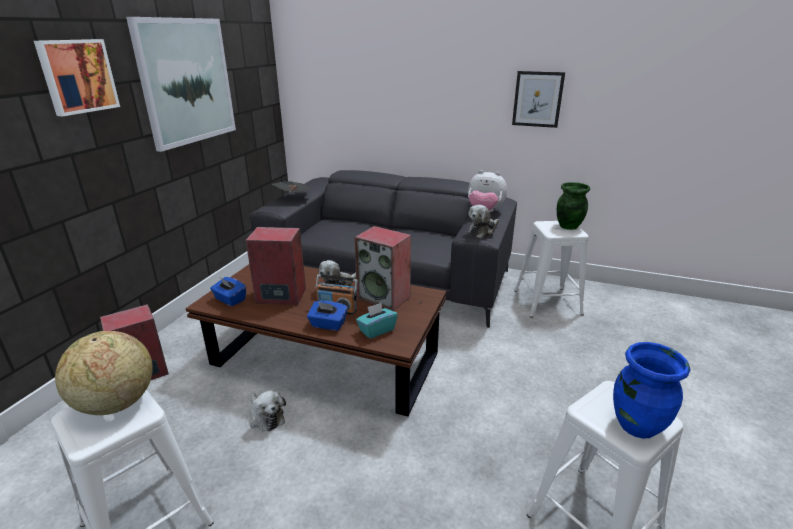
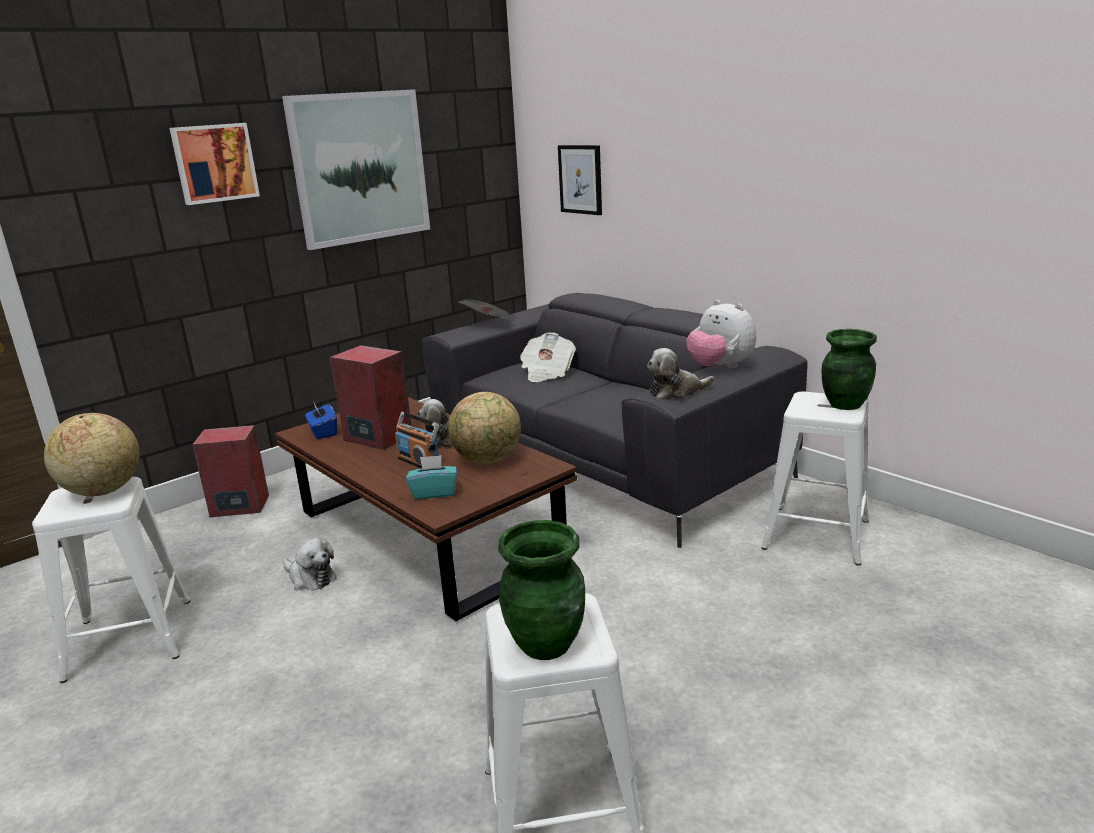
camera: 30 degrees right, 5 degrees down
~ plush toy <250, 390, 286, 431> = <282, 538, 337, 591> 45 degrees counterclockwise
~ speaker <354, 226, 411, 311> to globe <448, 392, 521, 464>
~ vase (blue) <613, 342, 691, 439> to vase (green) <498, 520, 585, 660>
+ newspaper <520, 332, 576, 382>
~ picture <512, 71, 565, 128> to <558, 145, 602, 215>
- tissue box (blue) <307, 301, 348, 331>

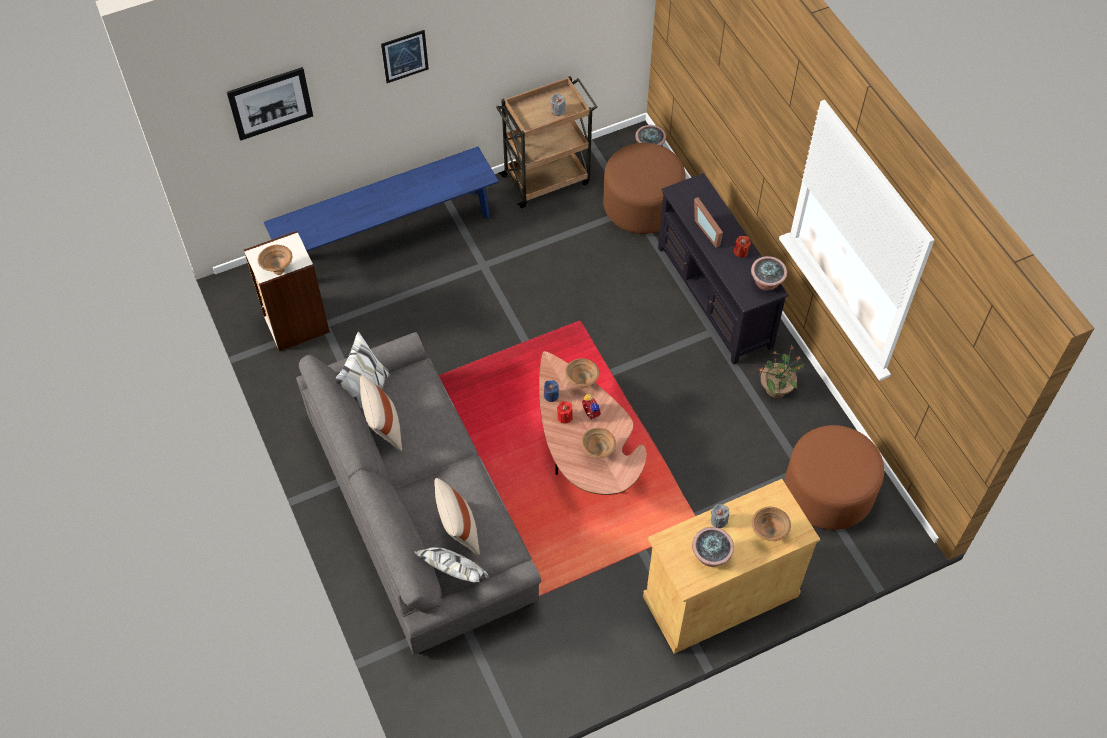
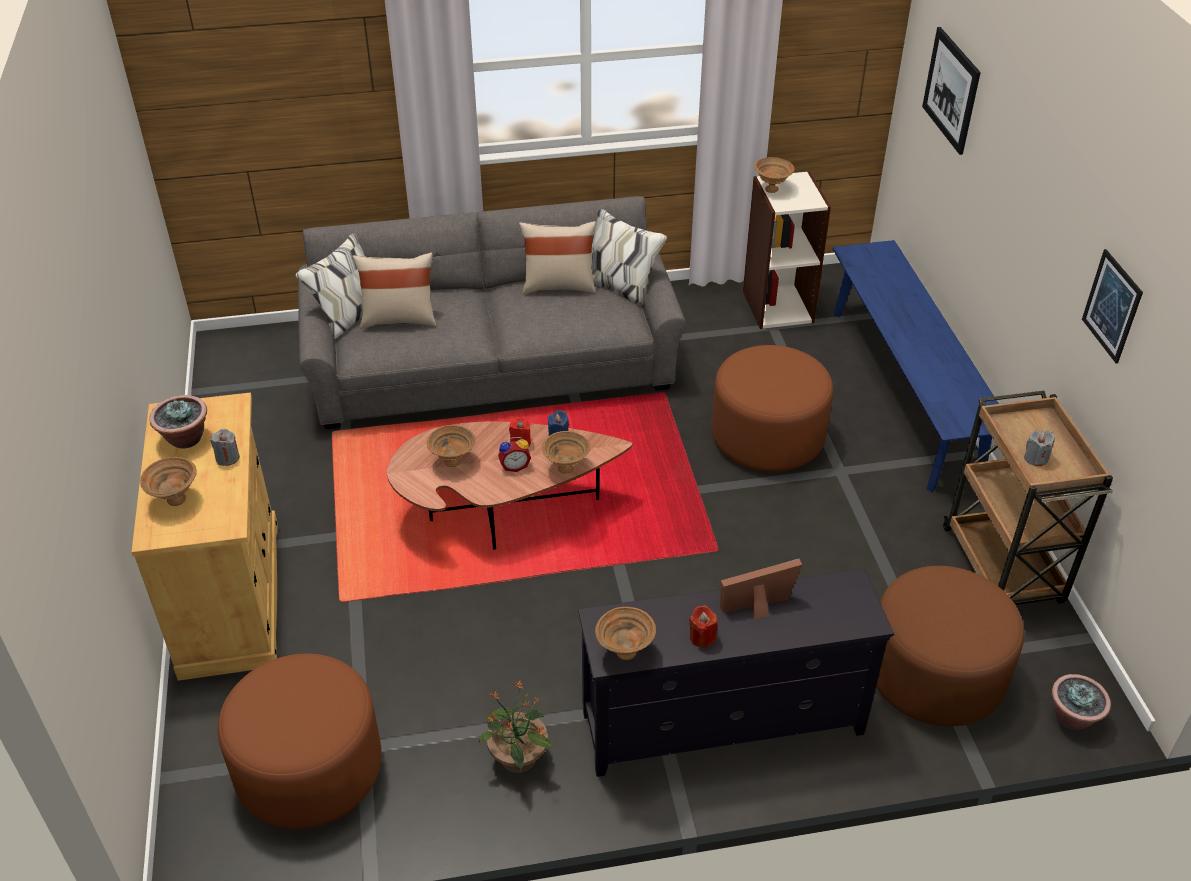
camera: 105 degrees right, 15 degrees down
~ potted plant <751, 256, 787, 291> to bowl (brown) <595, 607, 656, 660>
+ ottoman (brown) <711, 345, 833, 472>
~ picture <381, 30, 429, 83> to <1082, 249, 1143, 363>

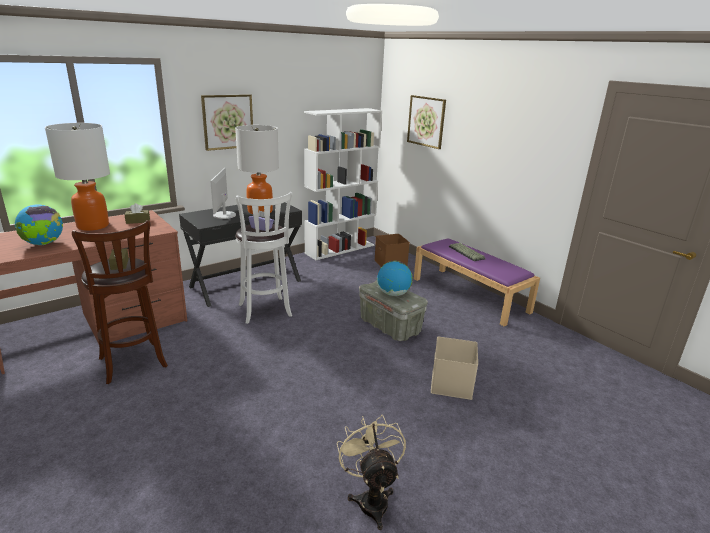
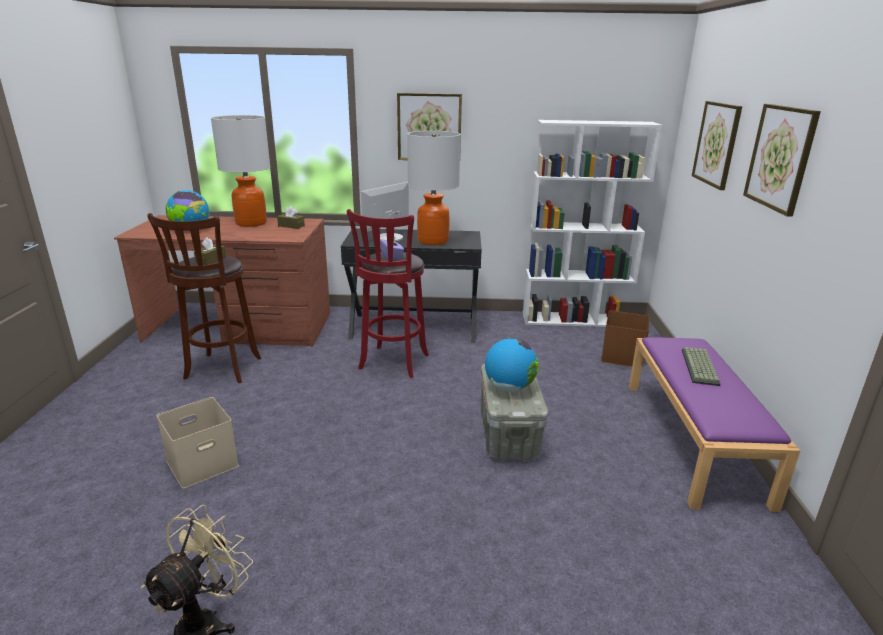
camera: 40 degrees right, 0 degrees up
~ storage box (beige) <431, 337, 478, 400> to <156, 397, 239, 489>
~ stool (white) <235, 192, 293, 324> to stool (red) <347, 209, 429, 378>
+ picture <743, 104, 821, 217>

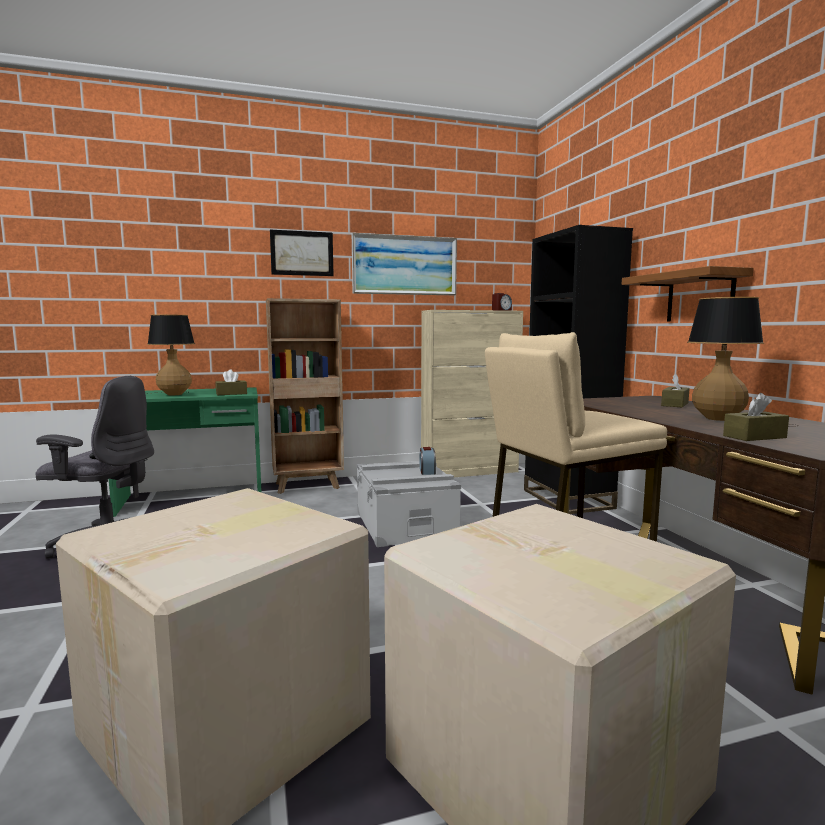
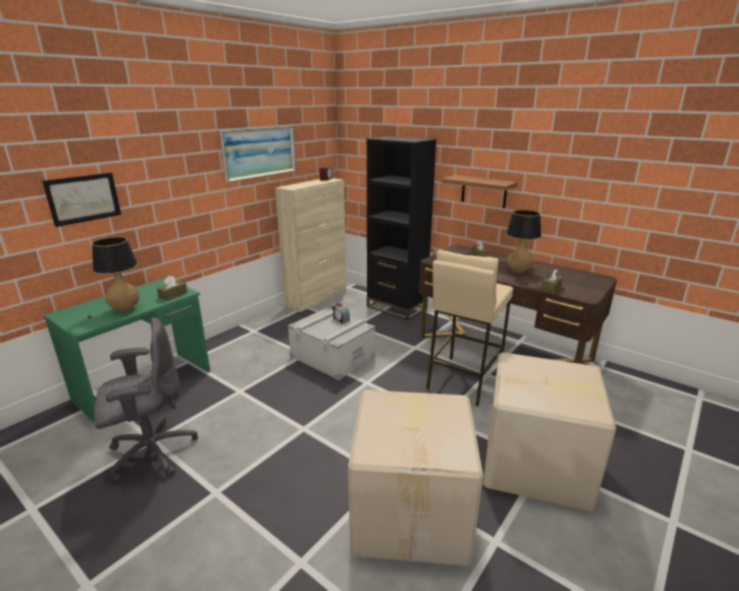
camera: 35 degrees left, 15 degrees up
~ picture <270, 230, 334, 276> to <42, 173, 121, 227>
- bookcase (brown) <266, 298, 344, 494>

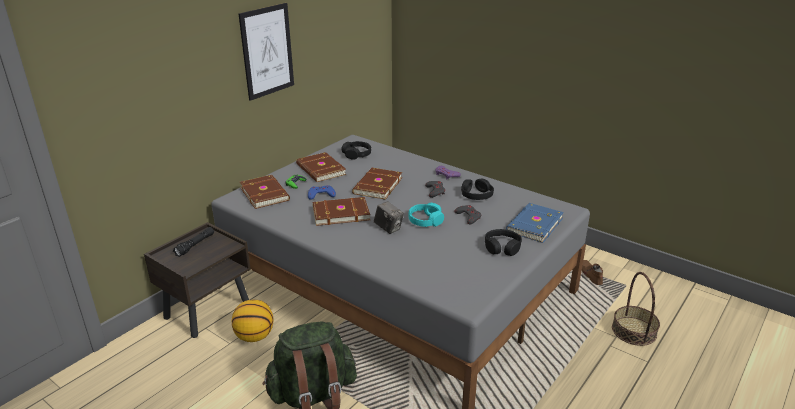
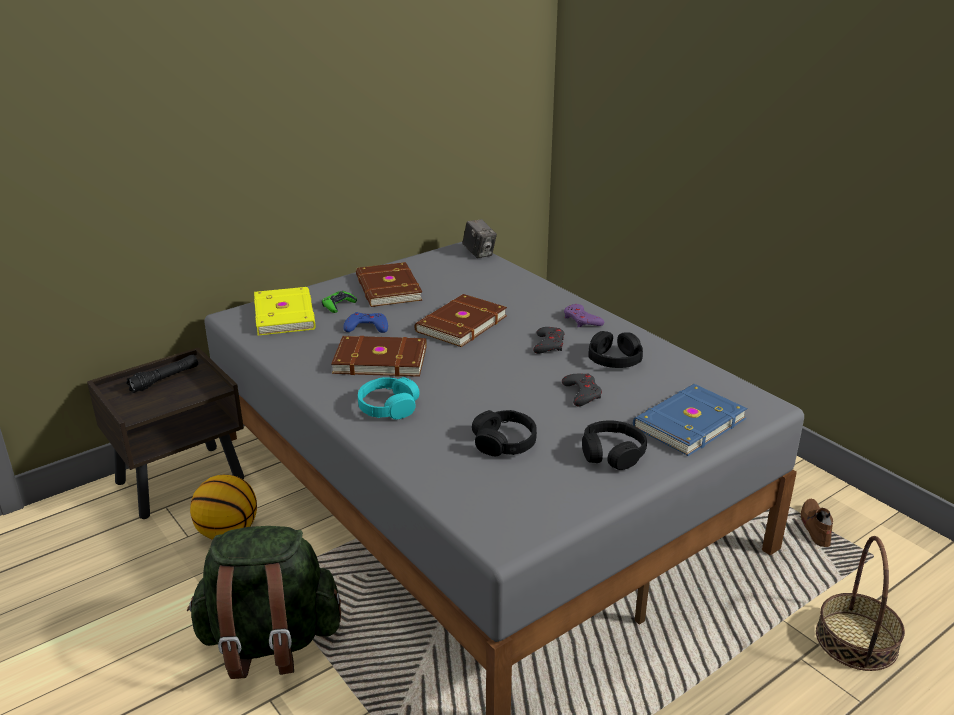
camera: 15 degrees right, 0 degrees up
~ book (brown) <240, 175, 290, 209> to book (yellow) <254, 287, 316, 335>
~ headphones (turquoise) <409, 203, 444, 227> to <358, 377, 420, 420>
~ photo camera <374, 201, 404, 234> to <462, 219, 497, 258>
~ headphones (black) <342, 141, 371, 159> to <472, 410, 537, 456>
- picture <239, 3, 294, 101>

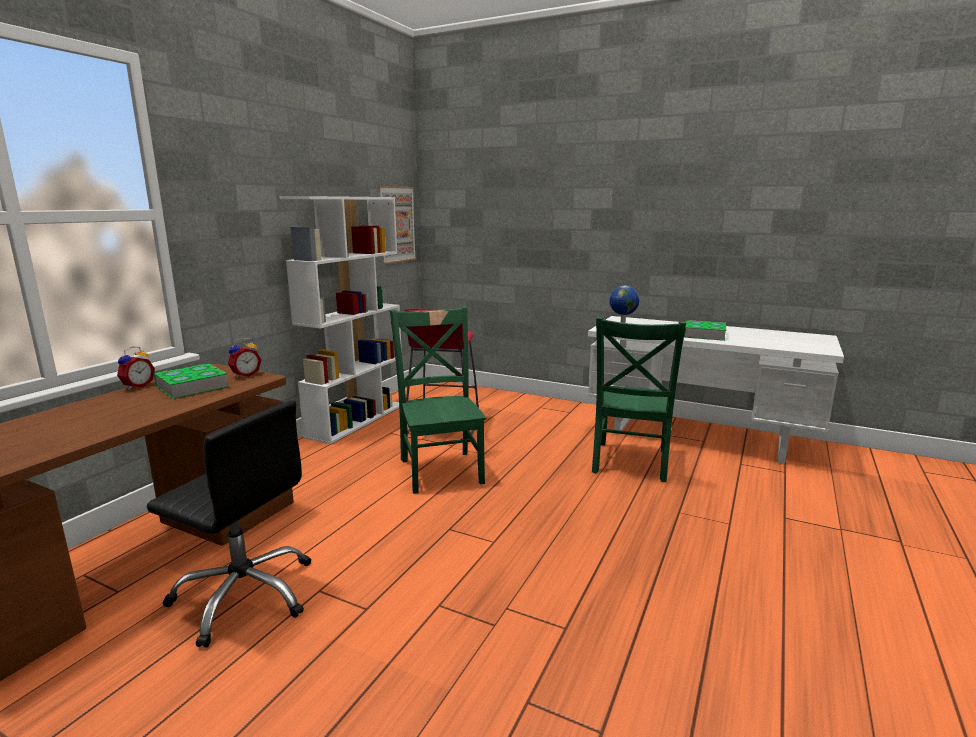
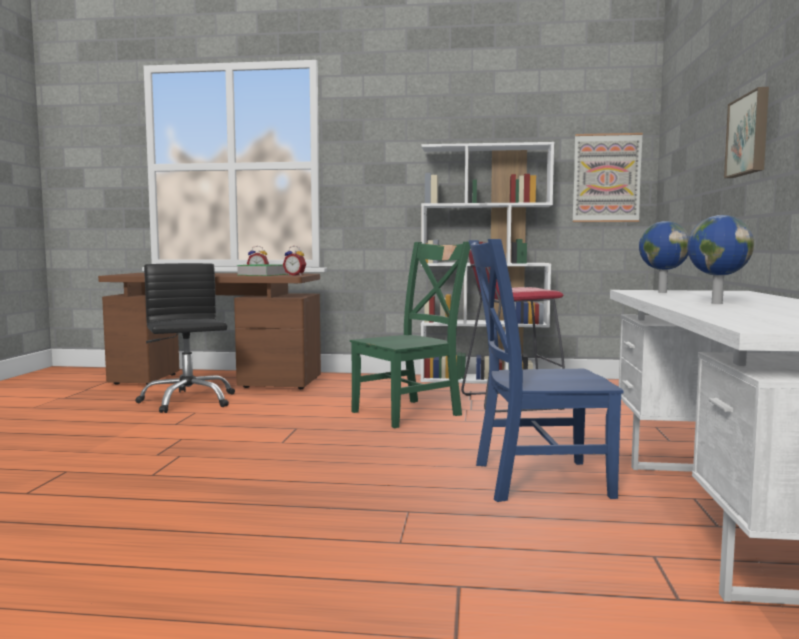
camera: 70 degrees right, 10 degrees down
~ office chair (black) <147, 400, 311, 648> = <135, 263, 235, 413> 150 degrees clockwise
~ chair (green) <592, 317, 686, 482> to chair (blue) <469, 239, 624, 502>
~ book <684, 320, 726, 341> to globe <687, 215, 754, 304>
+ picture <724, 87, 769, 178>

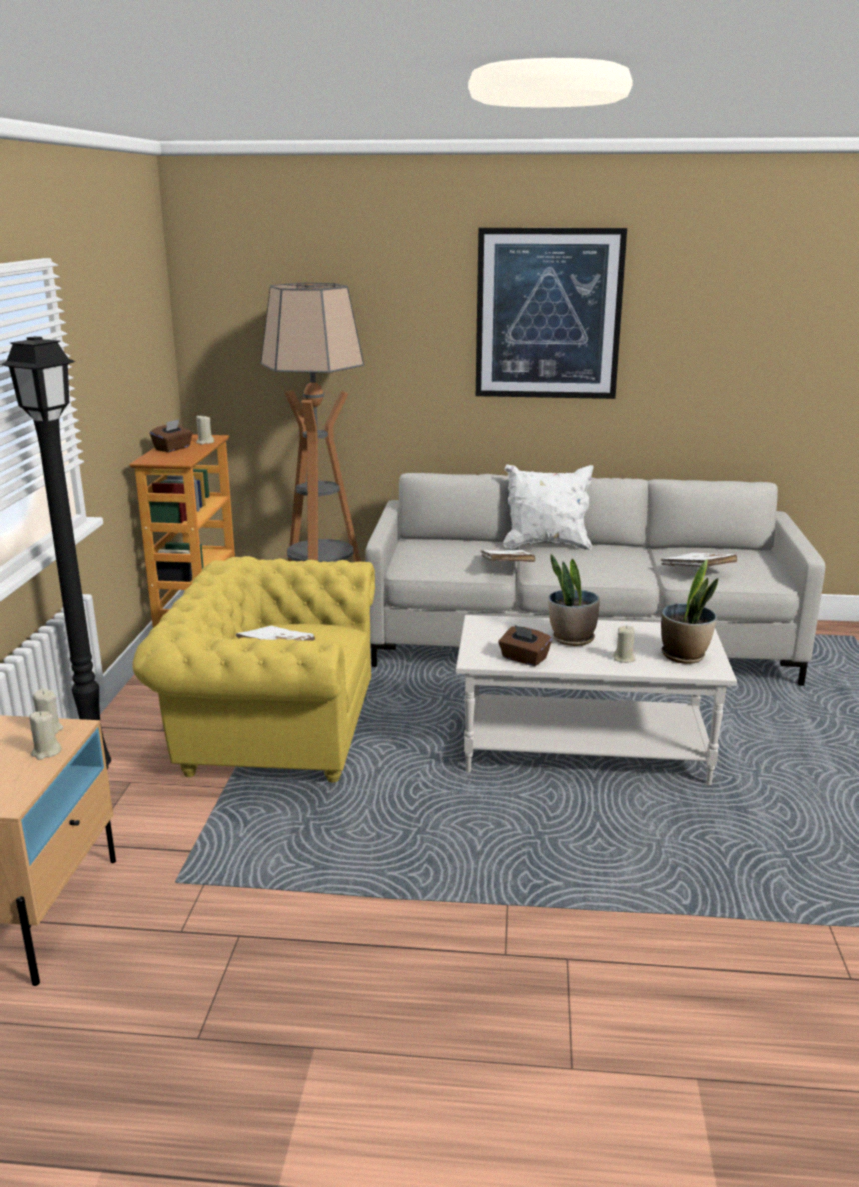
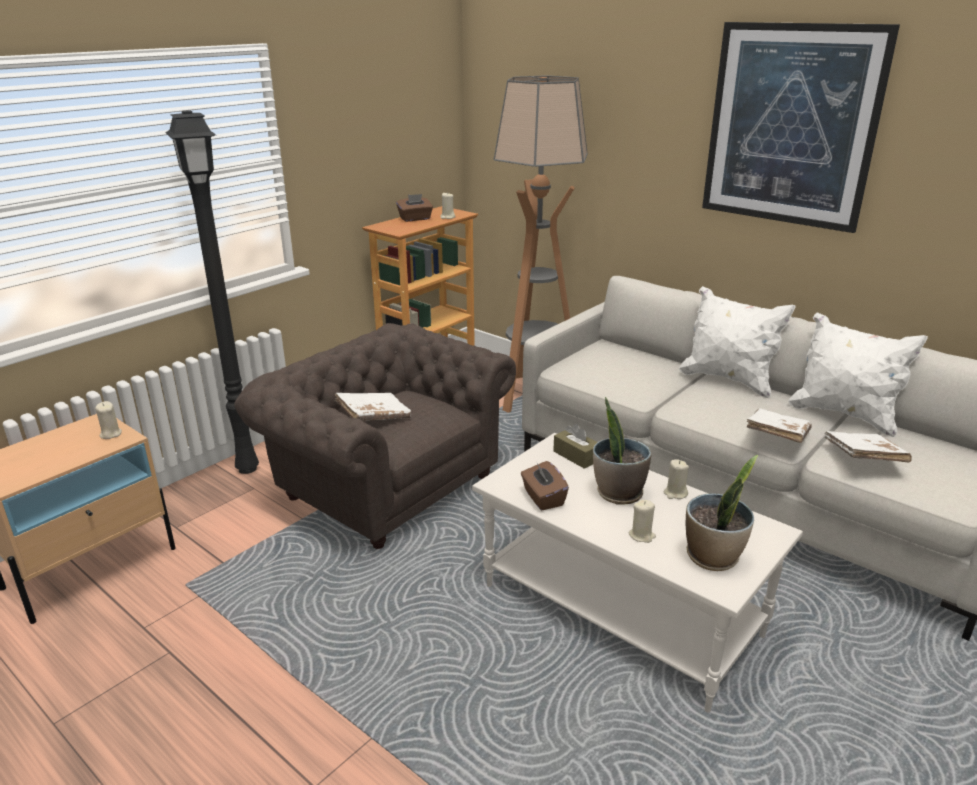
camera: 35 degrees right, 5 degrees up
~ armchair (yellow) <132, 556, 375, 783> to armchair (brown) <234, 323, 516, 549>
+ tissue box (brown) <553, 424, 598, 469>
~ candle (beige) <29, 711, 62, 760> to <664, 459, 689, 499>
~ book (white) <480, 550, 535, 562> to <747, 408, 812, 443>
+ pillow (white) <789, 312, 928, 437>

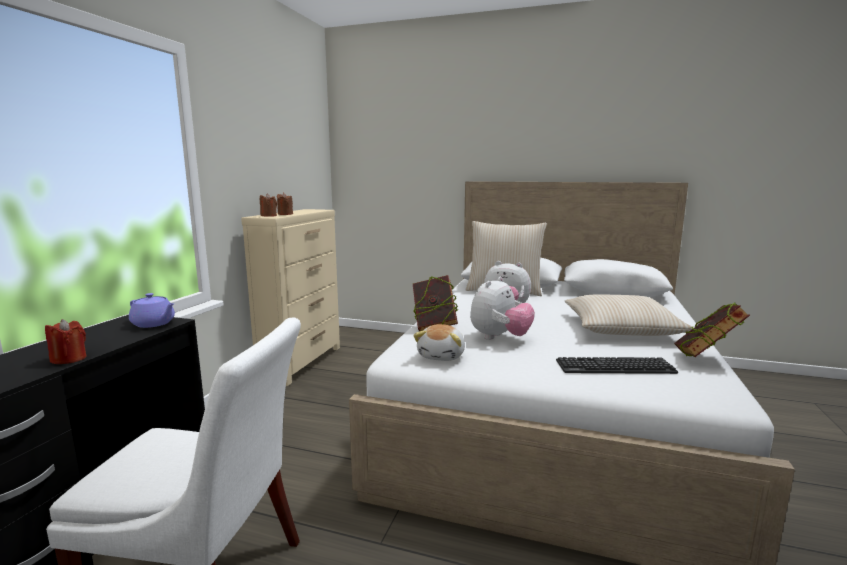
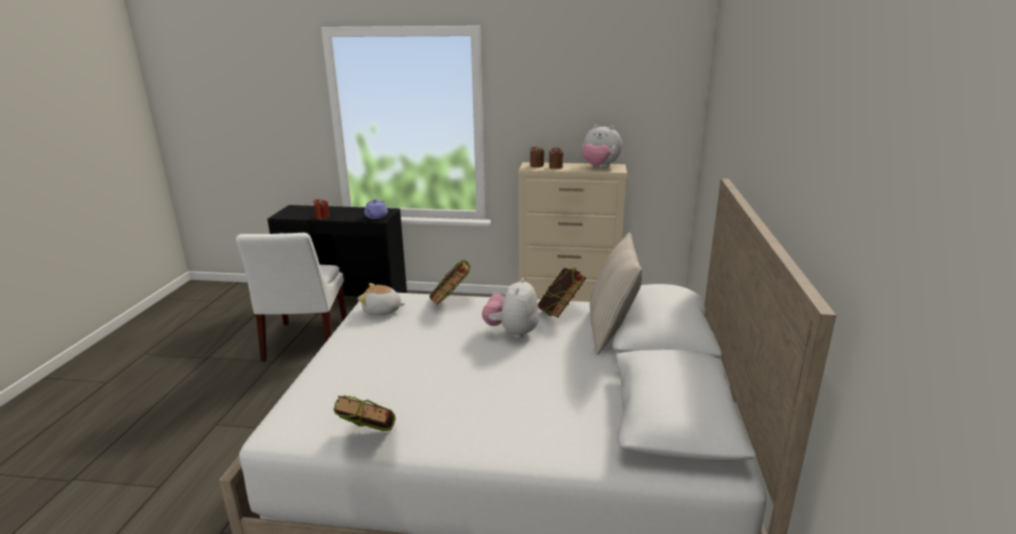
camera: 80 degrees right, 10 degrees up
+ book <538, 268, 587, 317>
~ plush toy <470, 277, 535, 340> to <582, 124, 622, 167>
- keyboard <556, 357, 678, 374>
- pillow (beige) <565, 294, 694, 336>

